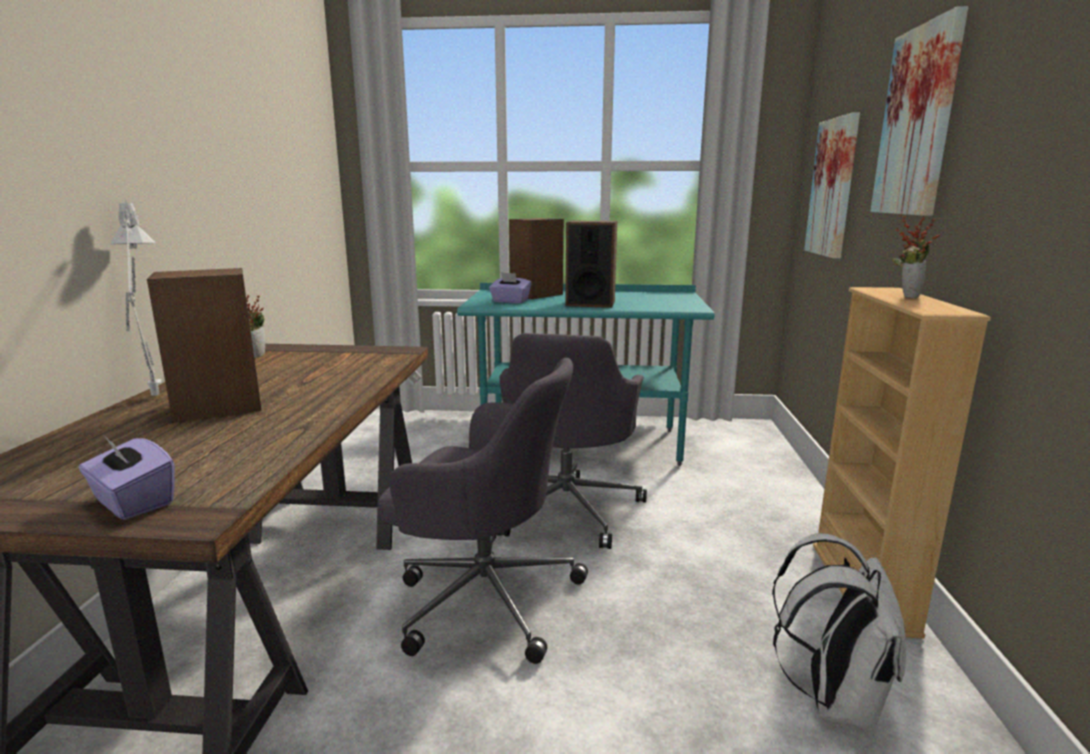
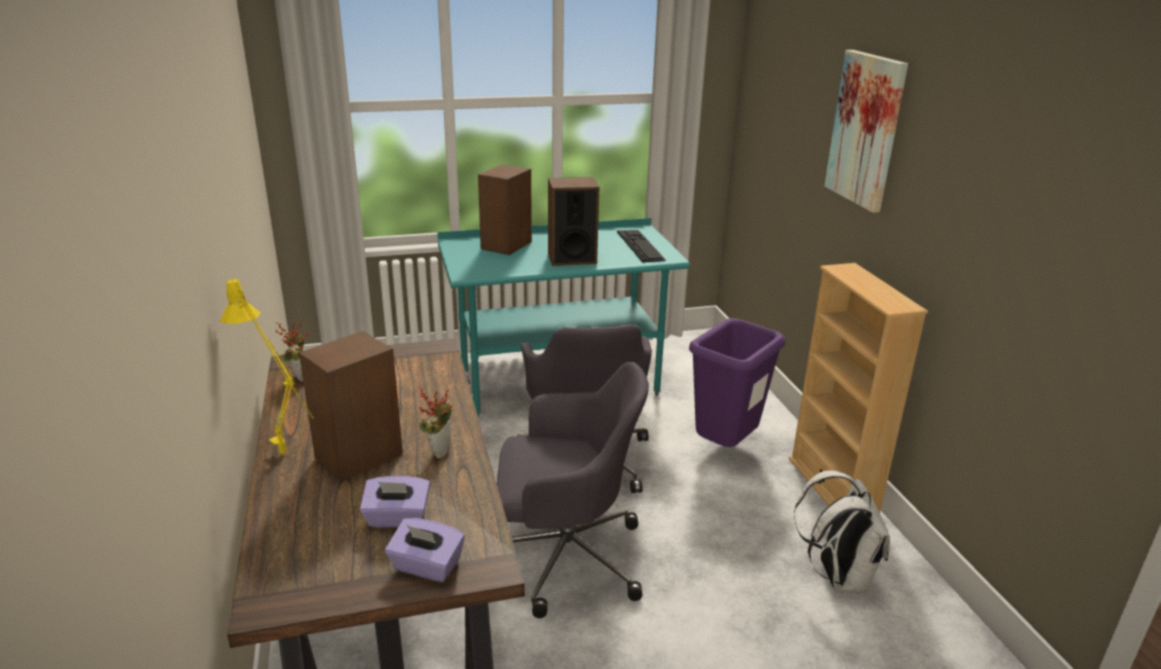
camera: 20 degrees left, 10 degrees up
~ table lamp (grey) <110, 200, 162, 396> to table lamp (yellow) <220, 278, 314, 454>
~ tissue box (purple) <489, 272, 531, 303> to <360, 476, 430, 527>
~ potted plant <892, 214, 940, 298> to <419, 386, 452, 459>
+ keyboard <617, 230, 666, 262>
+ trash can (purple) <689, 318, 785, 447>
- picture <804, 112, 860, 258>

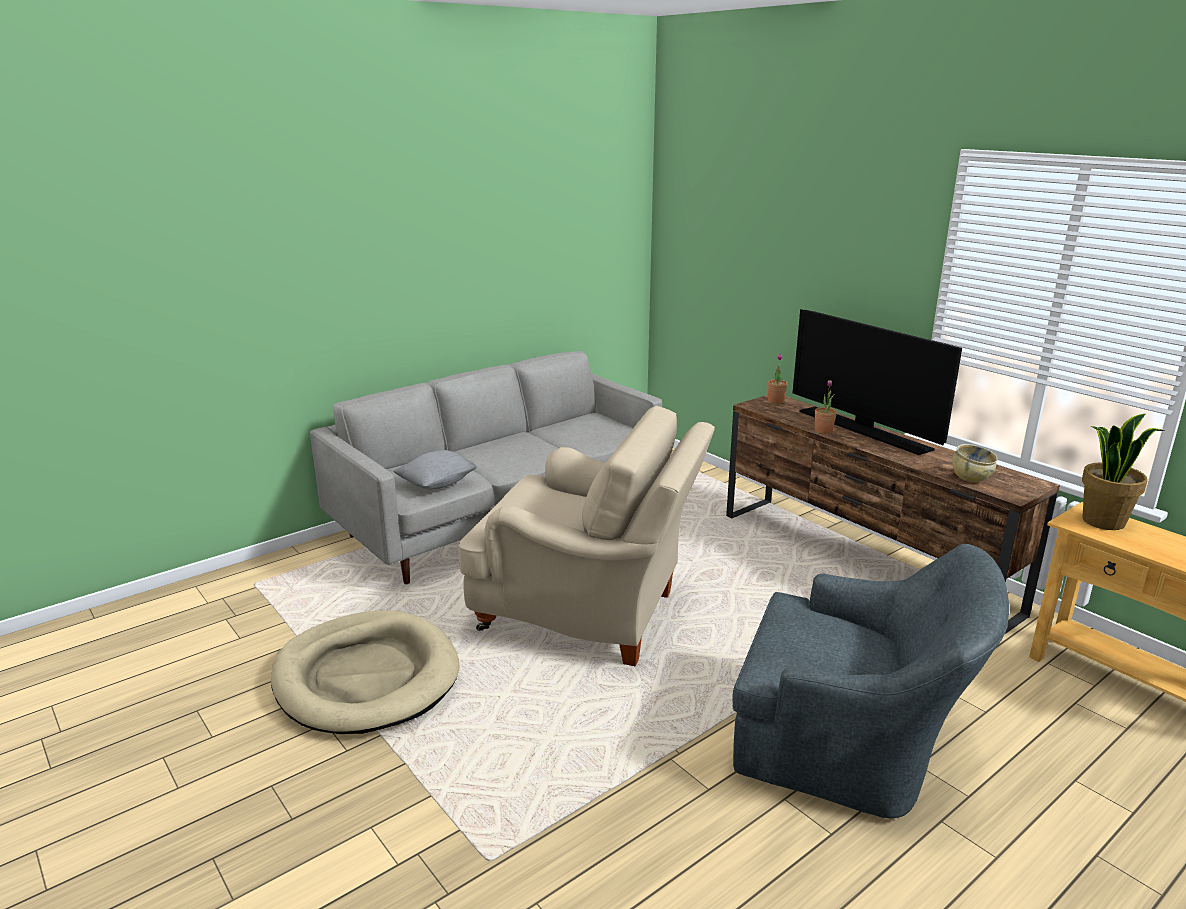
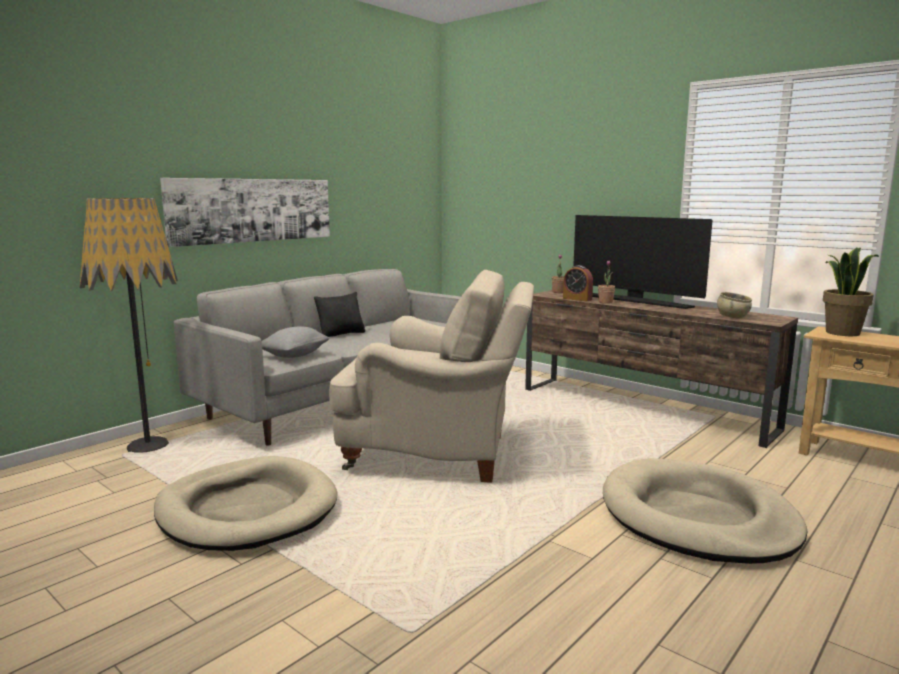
camera: 10 degrees left, 10 degrees down
+ floor lamp <80, 198, 178, 453>
+ picture <160, 178, 330, 247>
+ pillow (black) <314, 292, 366, 337>
+ alarm clock <563, 265, 593, 301>
~ armchair (grey) <732, 544, 1009, 818> to dog bed (beige) <603, 458, 807, 564>

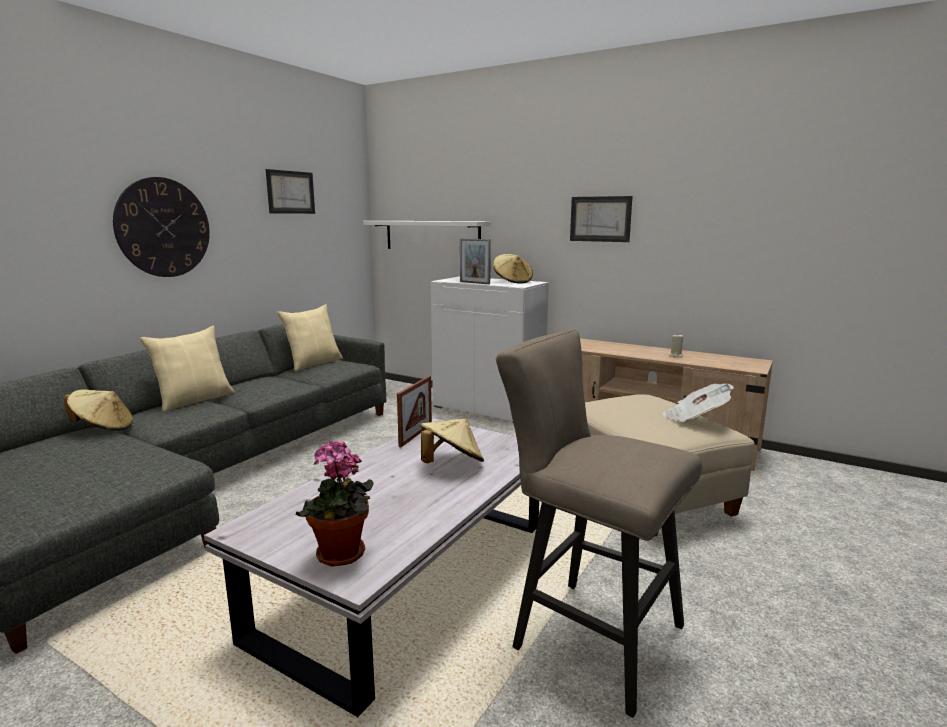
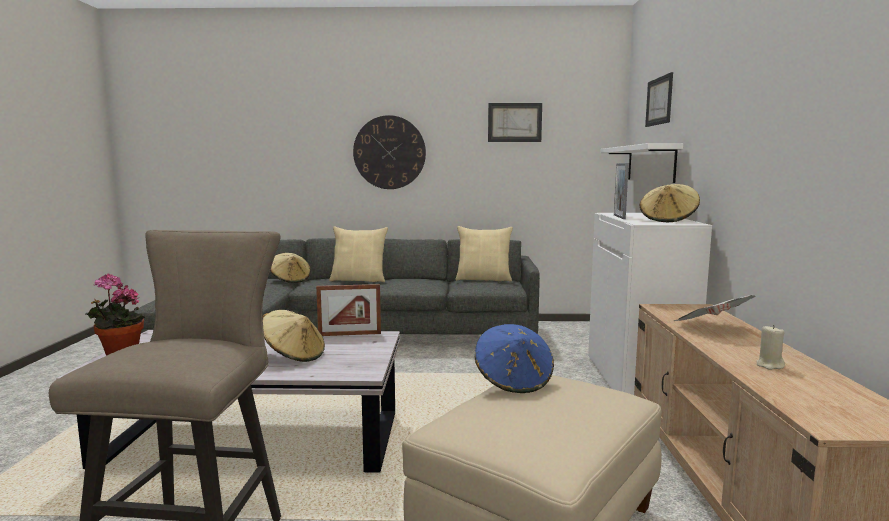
camera: 60 degrees right, 5 degrees down
+ hat (blue) <475, 324, 554, 393>
~ picture <570, 196, 633, 242> to <645, 72, 673, 127>
~ newspaper <662, 384, 734, 422> to <674, 294, 755, 321>

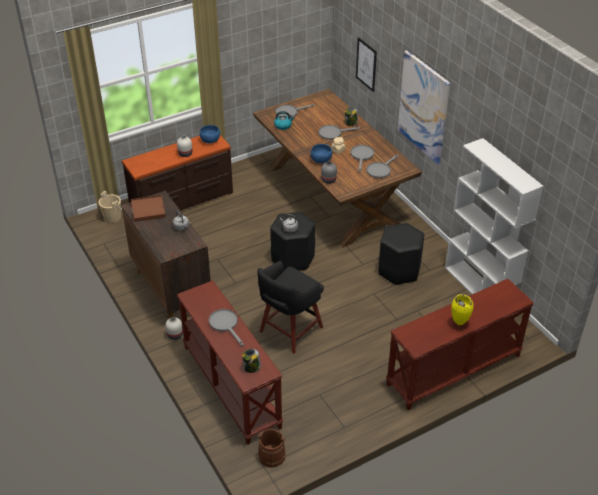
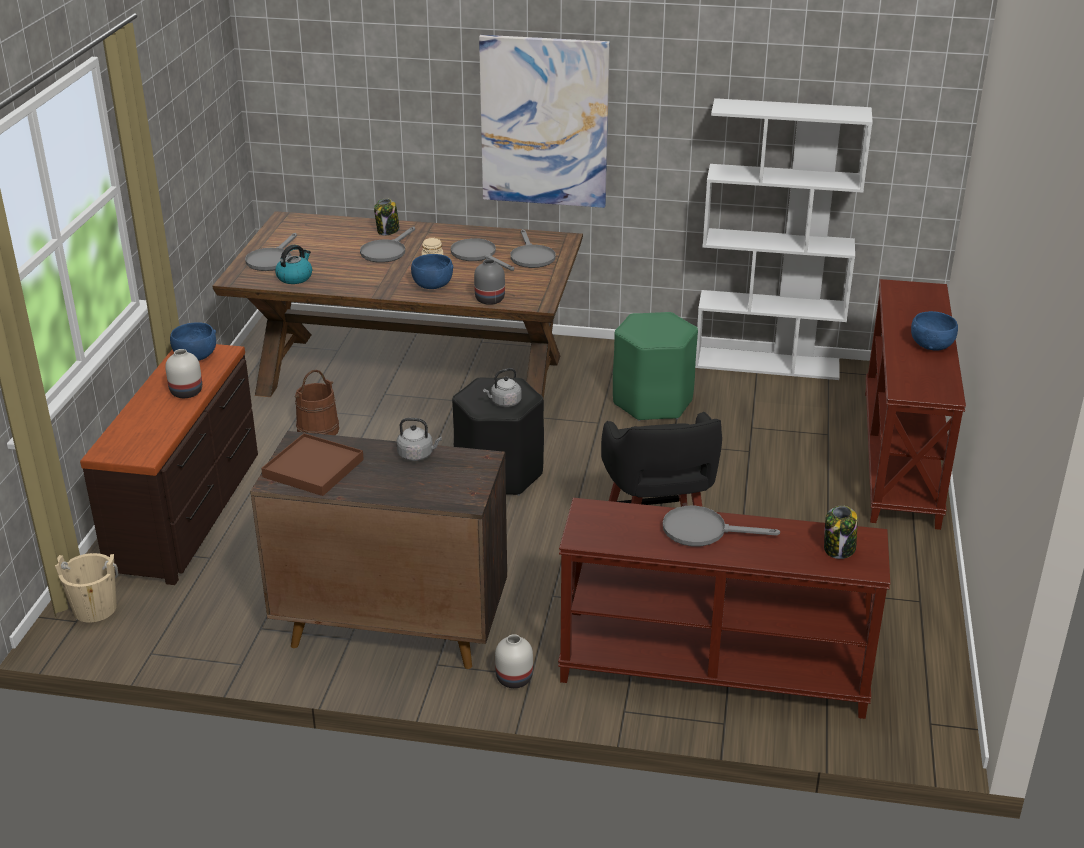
camera: 50 degrees left, 10 degrees down
~ bucket (brown) <257, 429, 286, 468> to <295, 370, 339, 435>
~ stool (black) <378, 223, 424, 285> to stool (green) <613, 312, 698, 421>
~ vase (yellow) <451, 294, 473, 325> to bowl (blue) <911, 311, 958, 351>
- picture <356, 37, 377, 92>

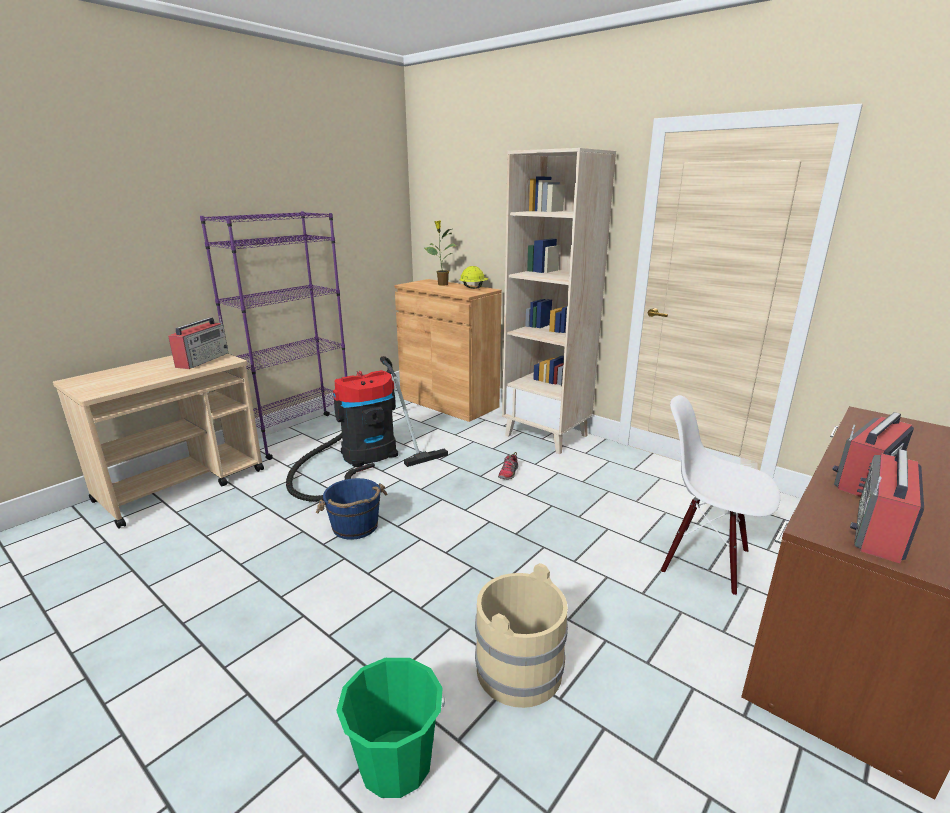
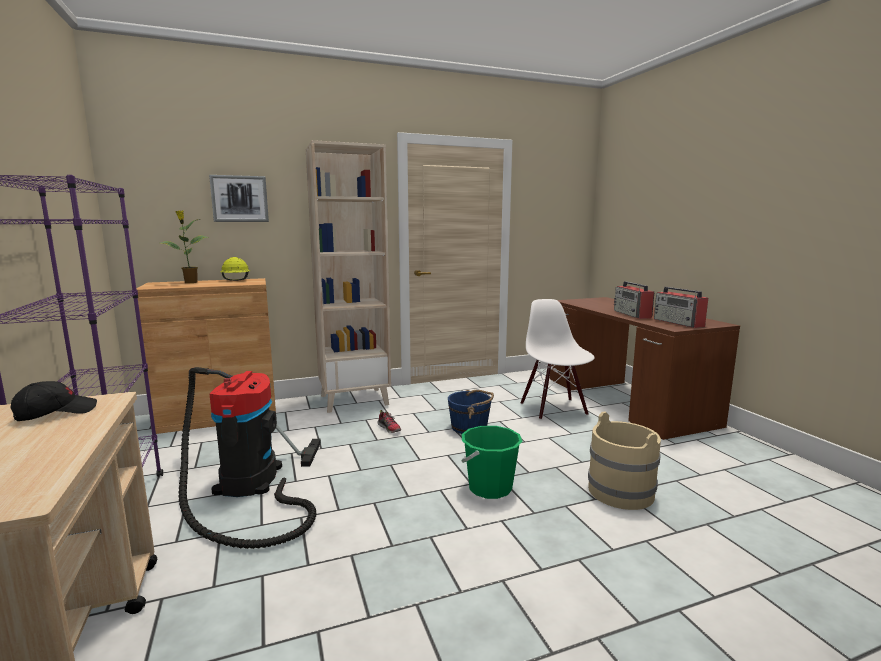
camera: 60 degrees left, 10 degrees down
~ radio <168, 315, 228, 369> to cap (black) <11, 381, 97, 421>
+ picture <209, 175, 269, 222>
~ bucket (blue) <316, 478, 388, 540> to <448, 390, 494, 434>
~ bucket (green) <336, 658, 445, 798> to <461, 426, 522, 499>
~ chair (white) <661, 395, 780, 596> = <520, 299, 595, 420> 105 degrees clockwise

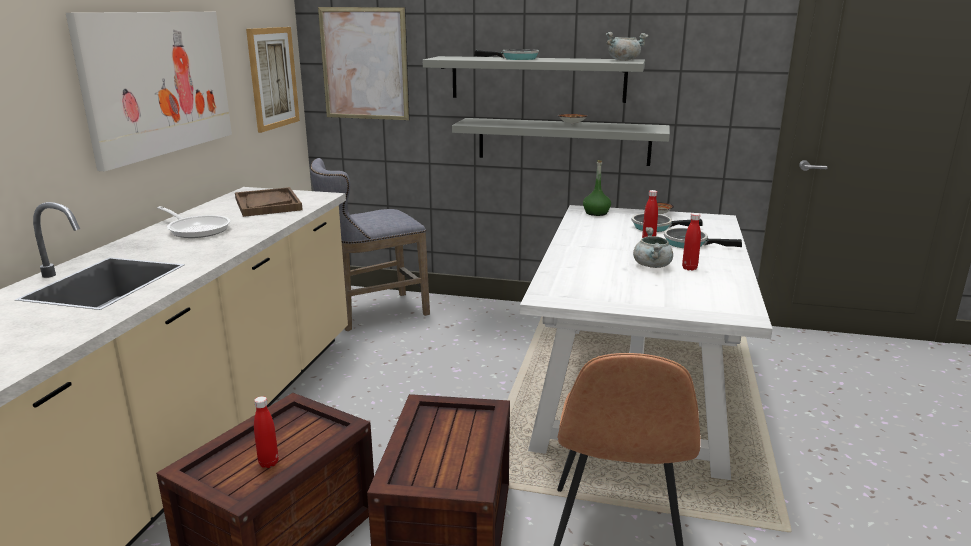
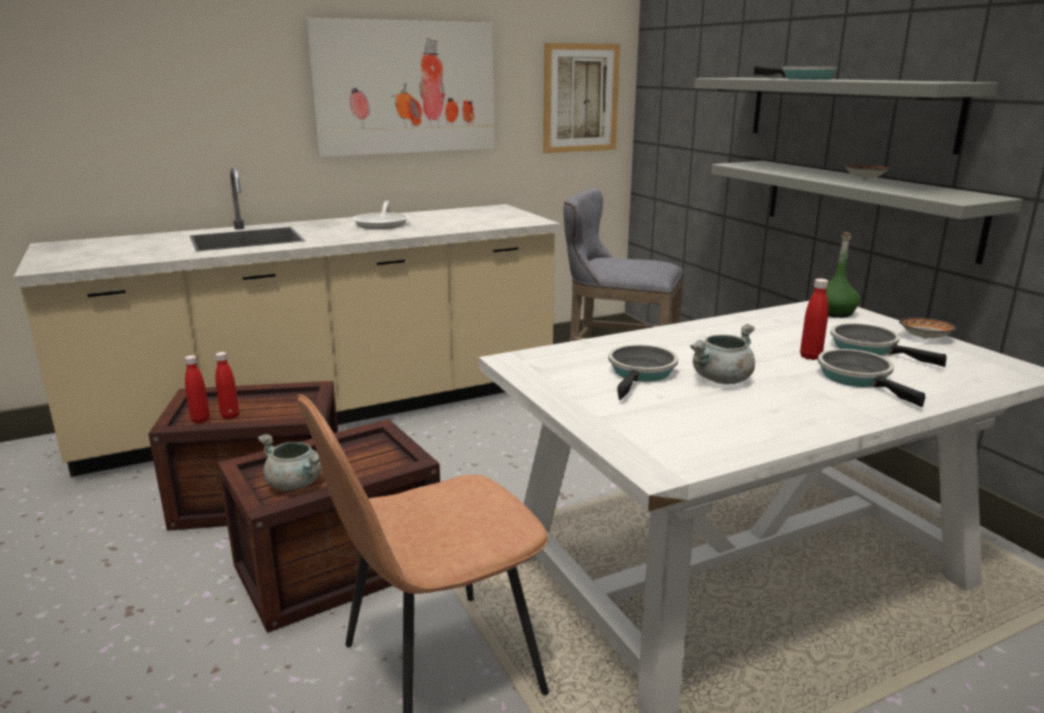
camera: 50 degrees right, 0 degrees up
~ bottle (red) <682, 213, 701, 271> to <184, 355, 210, 423>
~ cooking pot (grey) <605, 32, 648, 61> to <258, 434, 321, 491>
+ frying pan <608, 344, 678, 400>
- tray (brown) <235, 187, 303, 217>
- picture <318, 7, 410, 120>

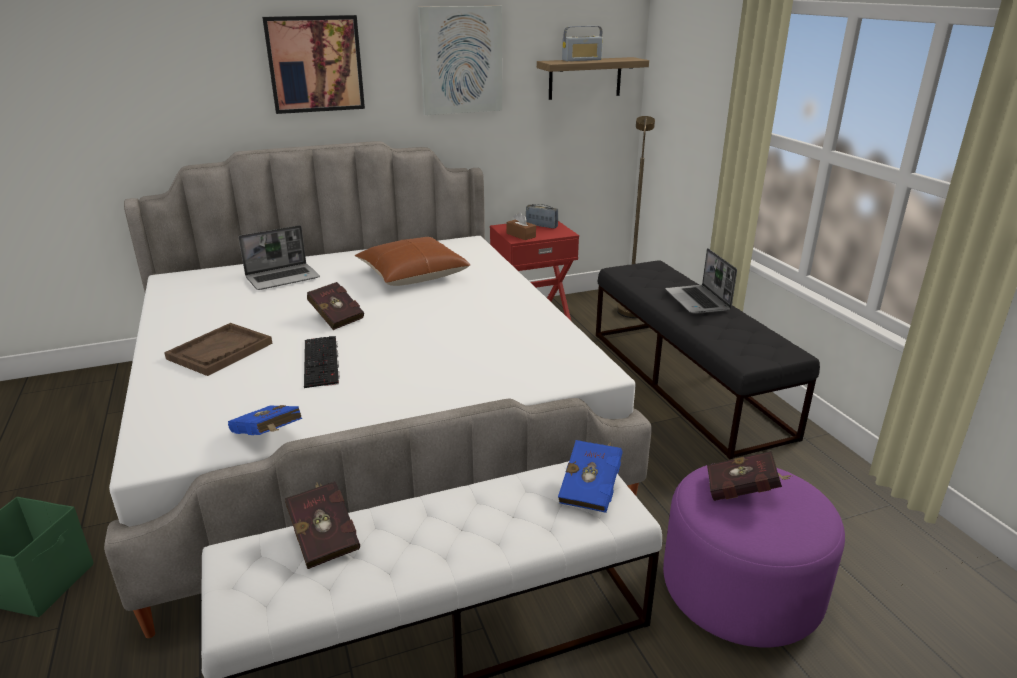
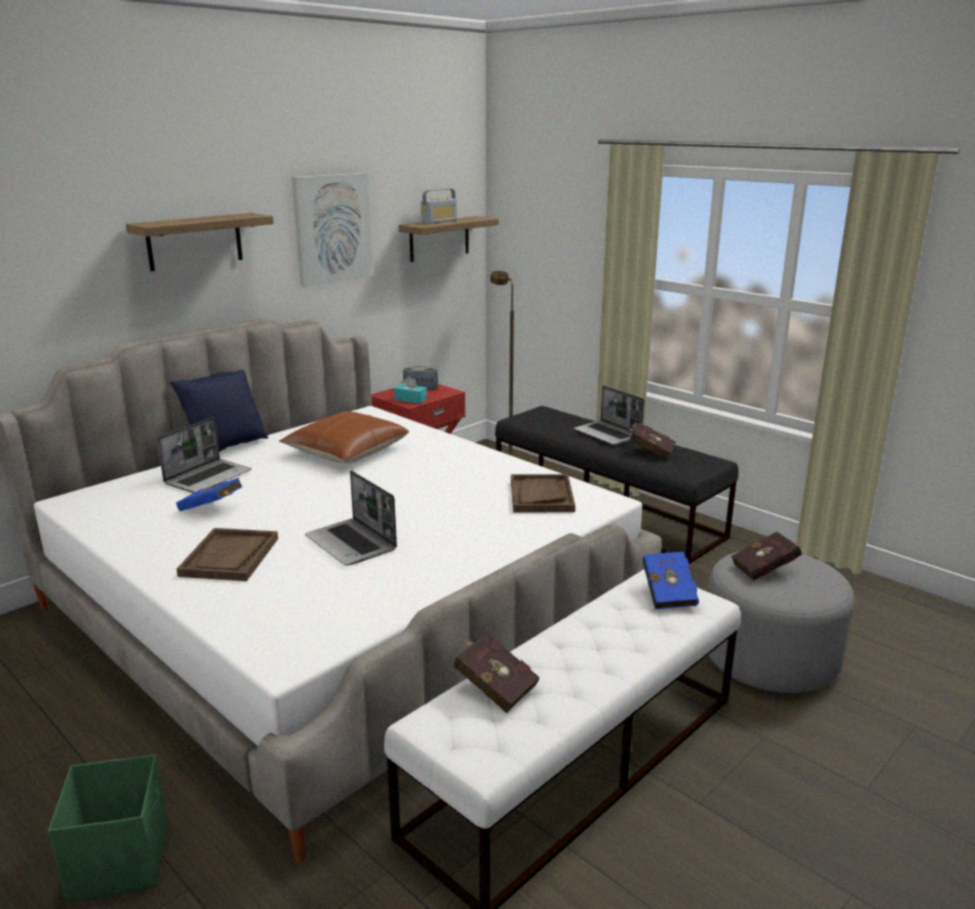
camera: 25 degrees left, 5 degrees down
~ picture <262, 15, 365, 114> to shelf <126, 213, 274, 271>
+ pillow (blue) <170, 370, 268, 452>
~ book (blue) <228, 405, 302, 435> to <176, 478, 242, 511>
~ keyboard <304, 336, 340, 388> to laptop <305, 470, 397, 565>
~ tissue box (brown) <506, 212, 536, 240> to tissue box (turquoise) <394, 376, 427, 404>
+ tray (brown) <511, 474, 575, 512>
~ book (red) <307, 282, 364, 330> to <627, 423, 676, 459>
~ ottoman (purple) <663, 463, 845, 648> to ottoman (grey) <708, 551, 855, 693>

